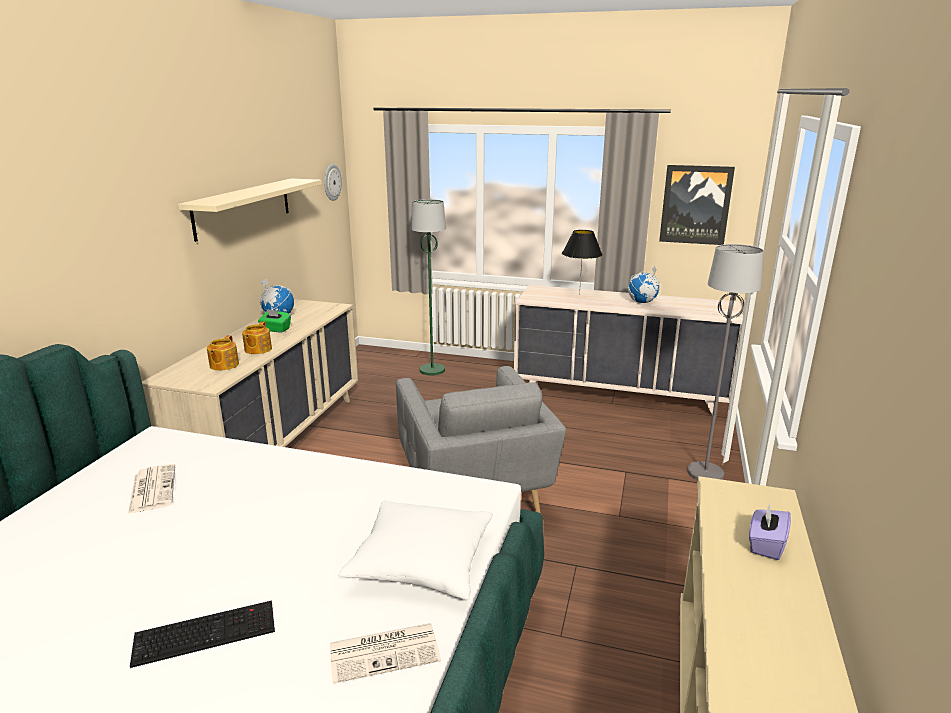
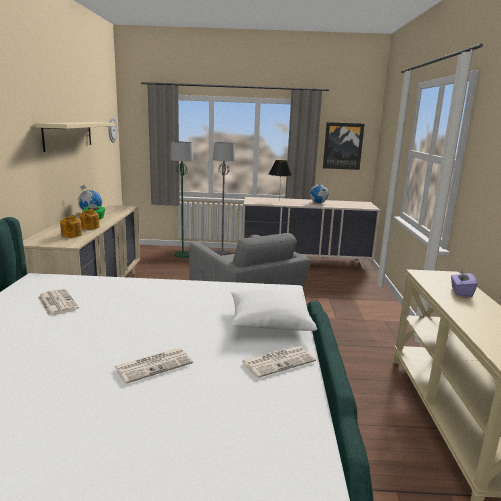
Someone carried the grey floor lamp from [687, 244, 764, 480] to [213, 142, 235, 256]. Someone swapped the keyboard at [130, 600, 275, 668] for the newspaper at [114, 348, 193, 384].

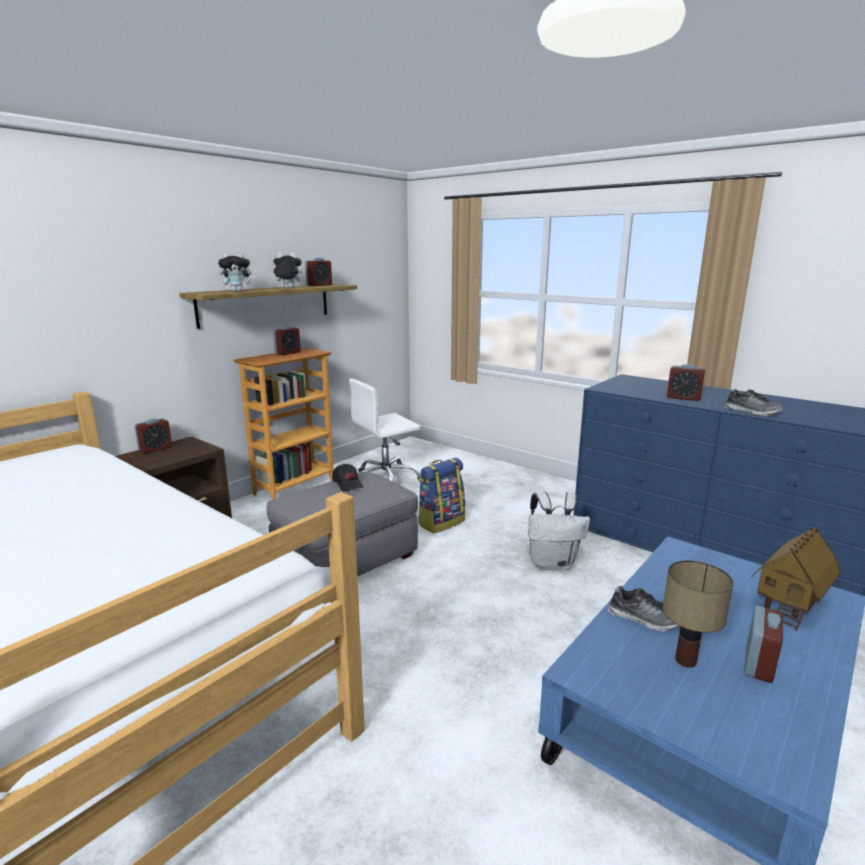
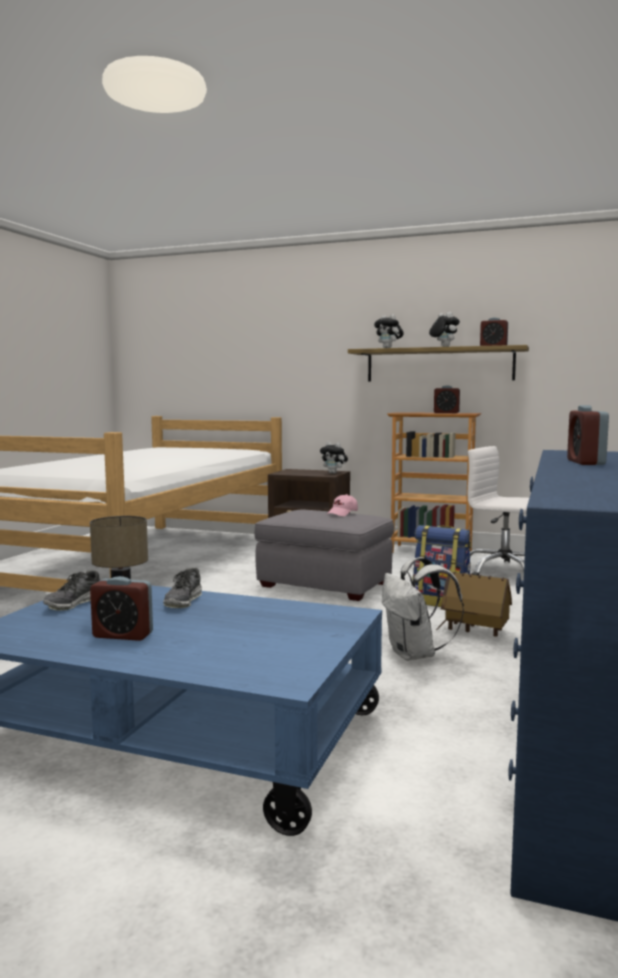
Someone took away the alarm clock at [134, 418, 172, 454]. Someone put down the plush toy at [320, 442, 348, 473]. Someone carried the shoe from [724, 389, 783, 416] to [43, 570, 100, 611]. Someone carried the toy house from [751, 527, 841, 631] to [436, 572, 512, 637]. Someone repainted the black cap at [332, 464, 363, 492], which became the pink cap at [327, 494, 358, 516].

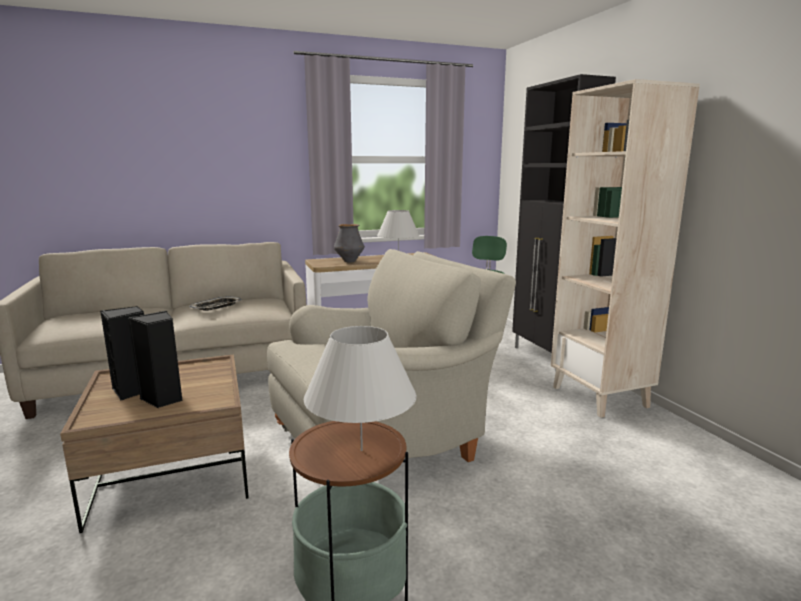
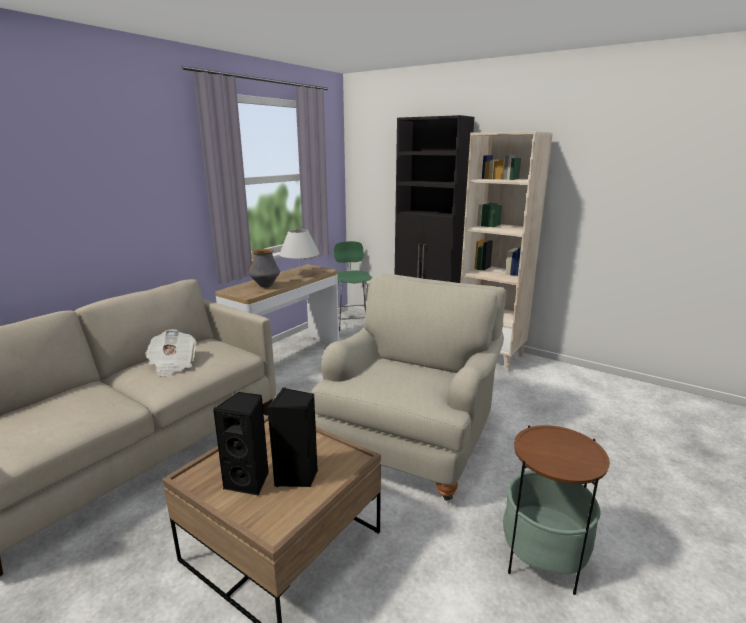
Someone took away the white table lamp at [304, 326, 417, 451]. Someone swapped the tray at [189, 296, 242, 311] for the newspaper at [145, 329, 196, 377].

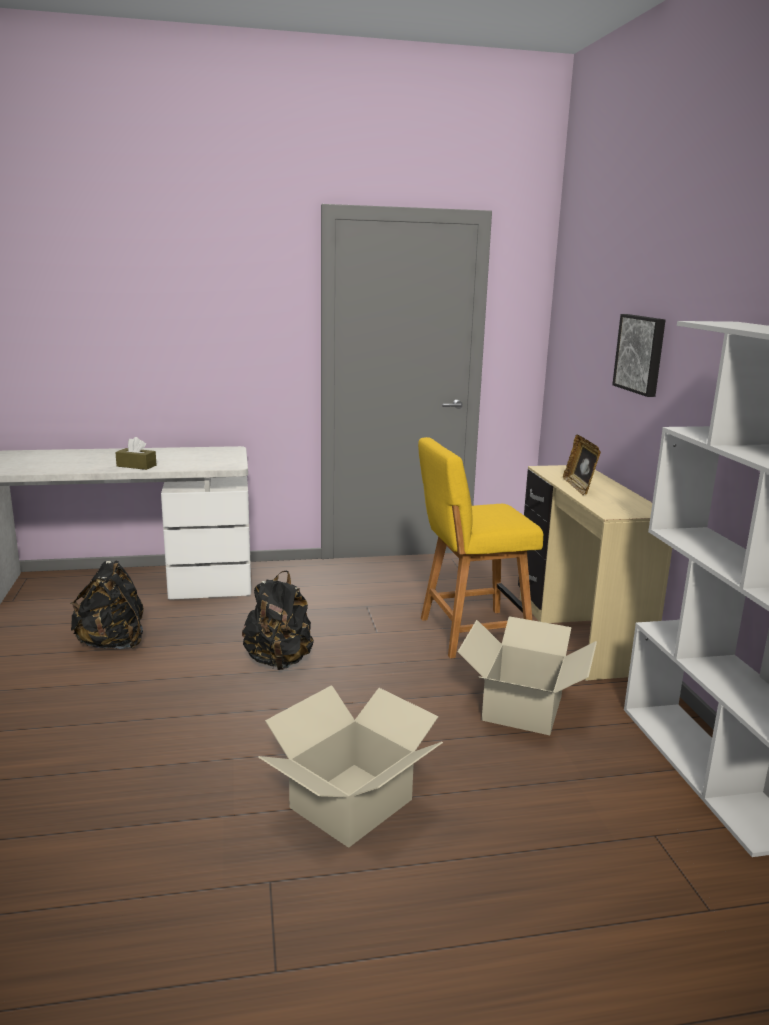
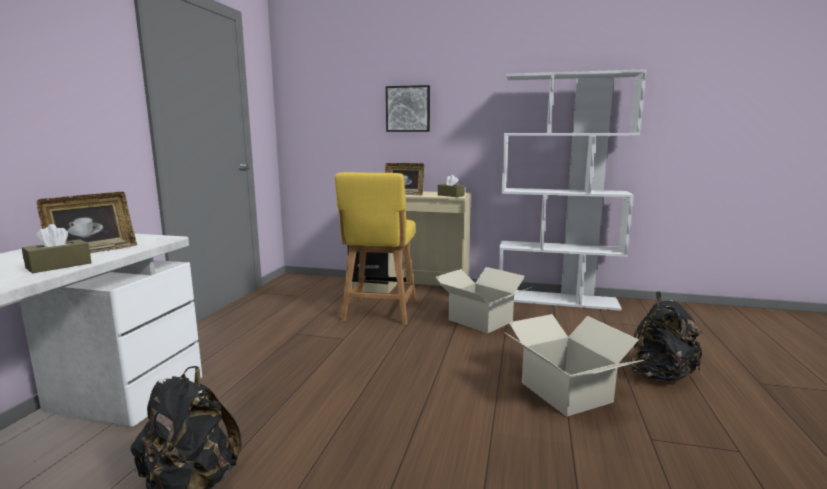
Someone put down the picture frame at [37, 192, 137, 253]. Someone put down the brown tissue box at [438, 175, 465, 197]. Someone carried the black backpack from [242, 571, 314, 670] to [631, 291, 702, 381].

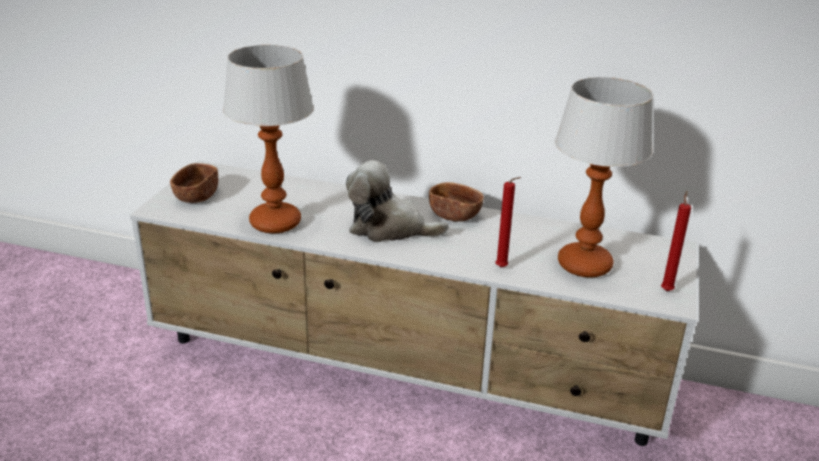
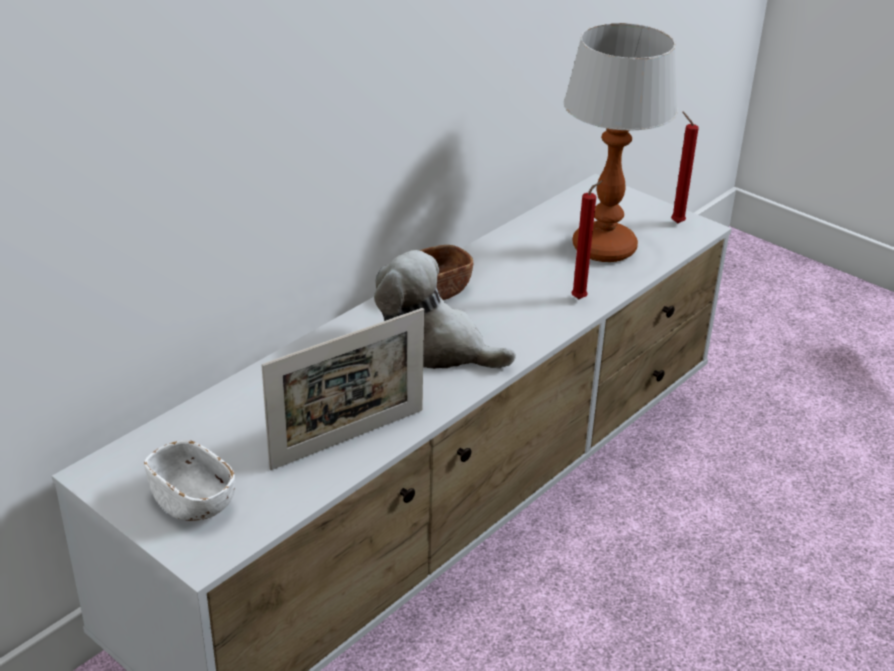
Someone swapped the table lamp at [223, 45, 314, 233] for the picture frame at [261, 308, 424, 470]. Someone repainted the brown bowl at [170, 163, 218, 203], which became the white bowl at [144, 440, 235, 521]. Someone rotated the plush toy at [346, 160, 449, 242] by 75 degrees clockwise.

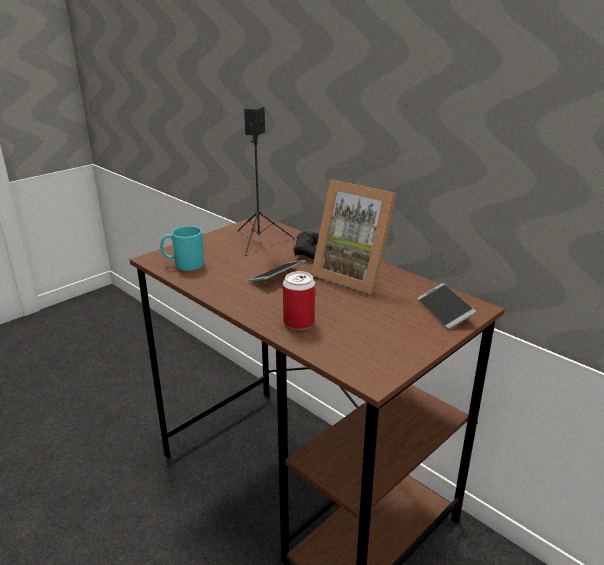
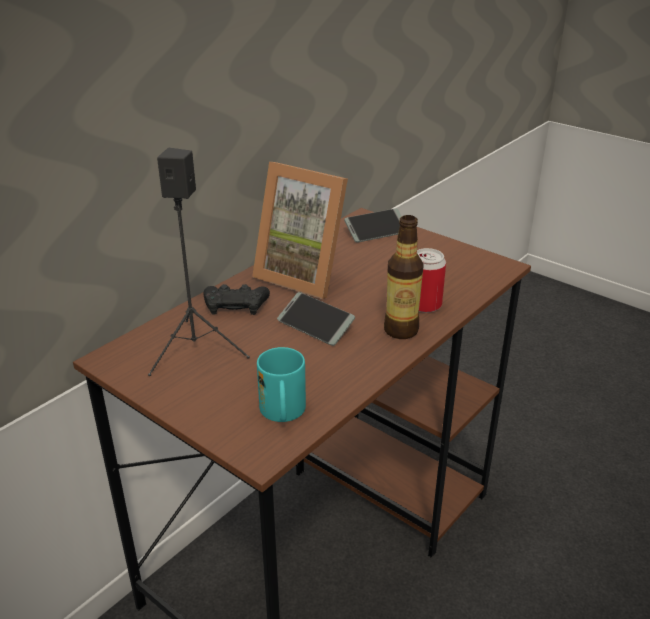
Someone put down the bottle at [384, 215, 424, 339]. Someone rotated the picture frame at [311, 179, 397, 294] by 90 degrees clockwise.

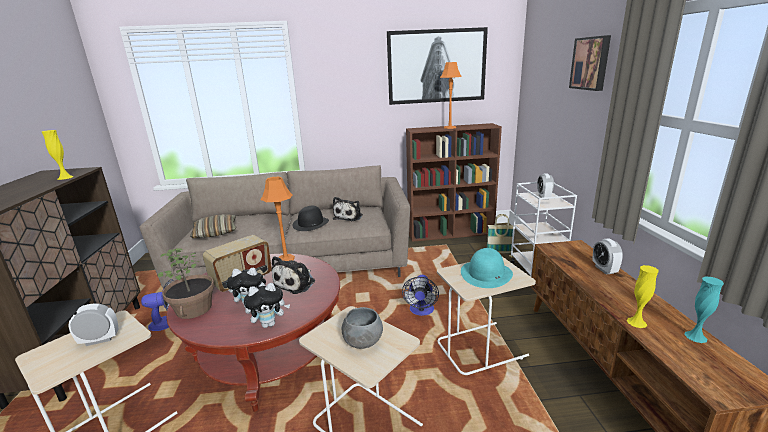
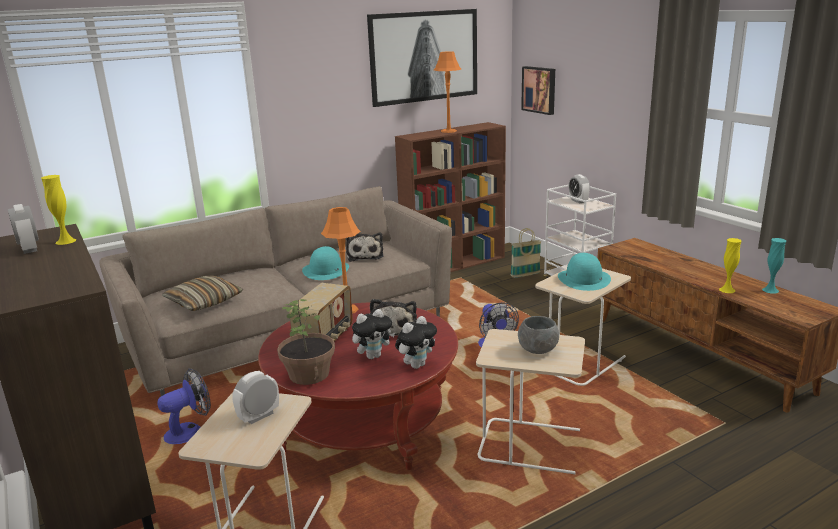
Someone carried the picture from [569, 35, 611, 91] to [521, 66, 555, 115]. Someone carried the alarm clock from [592, 239, 623, 274] to [8, 204, 39, 254]. Someone repainted the black hat at [292, 206, 329, 231], which became the turquoise hat at [302, 246, 349, 280].

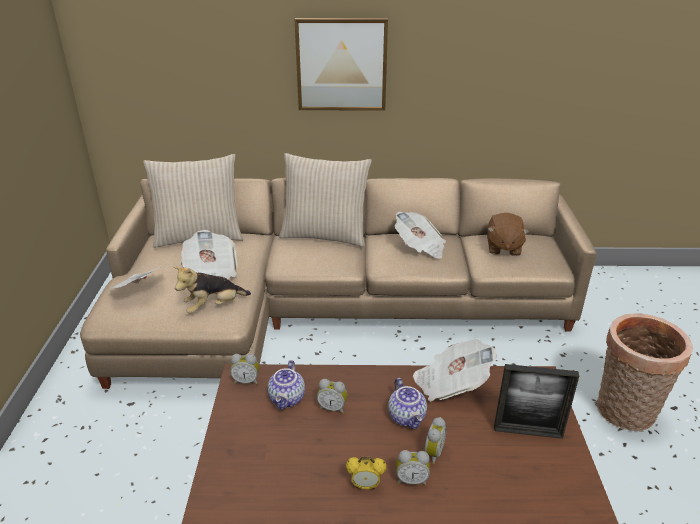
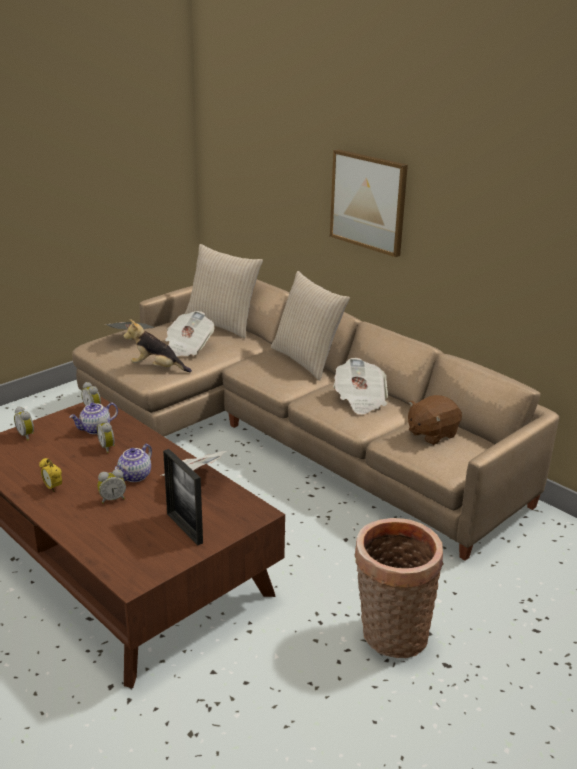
Someone carried the alarm clock from [396, 450, 430, 485] to [14, 406, 34, 441].

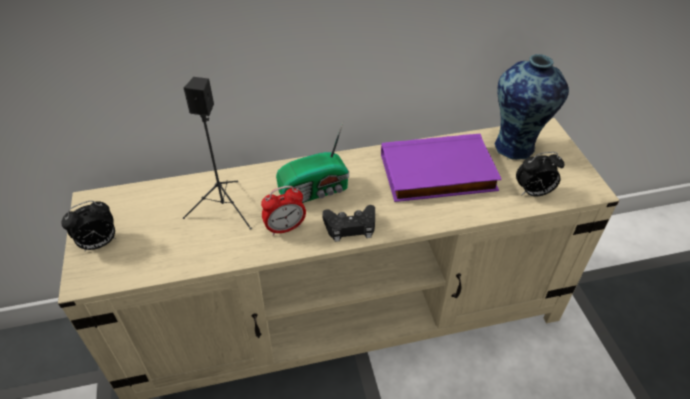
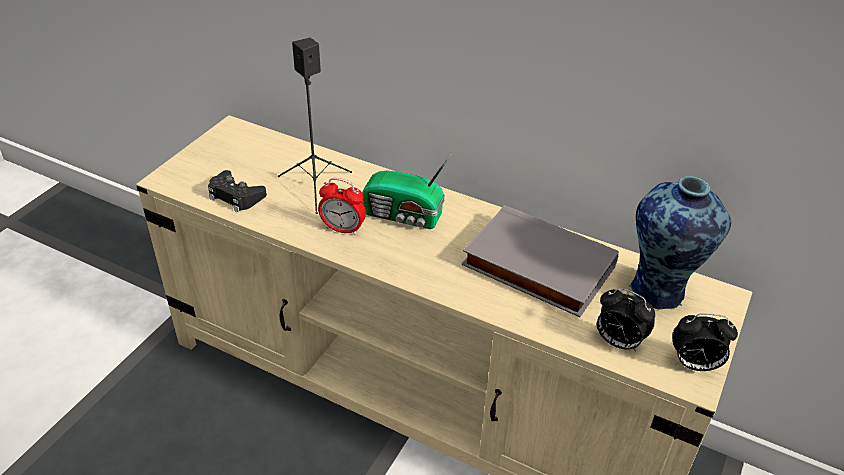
Someone carried the alarm clock from [61, 201, 116, 251] to [672, 313, 738, 371]. Someone carried the black game controller from [322, 205, 375, 242] to [208, 170, 267, 212]. Someone repainted the purple book at [381, 134, 502, 202], which became the grey book at [462, 205, 619, 317].

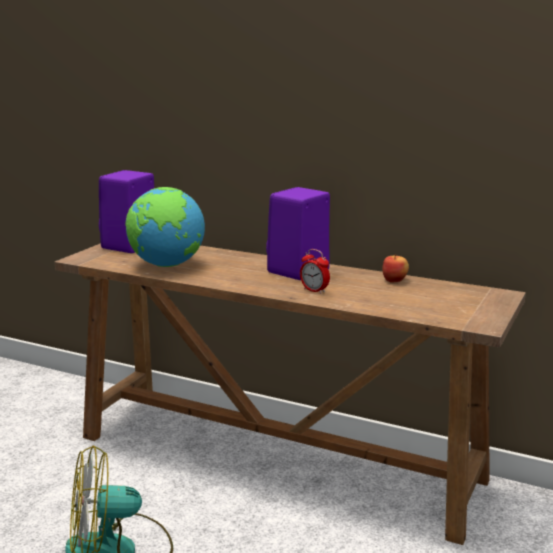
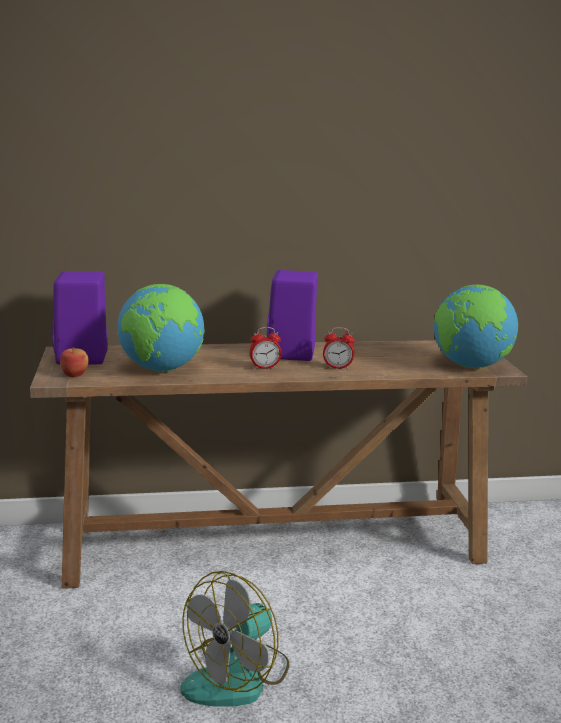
Someone put down the alarm clock at [249, 327, 282, 369]. Someone put down the globe at [434, 285, 518, 368]. Someone carried the apple from [382, 254, 409, 283] to [60, 347, 89, 377].

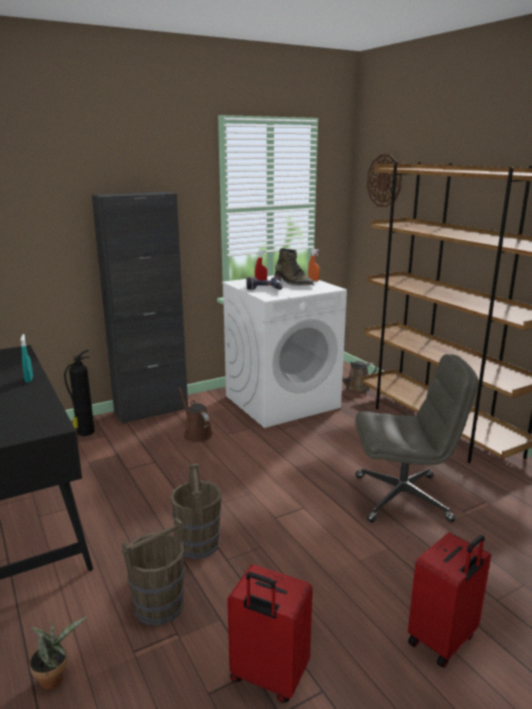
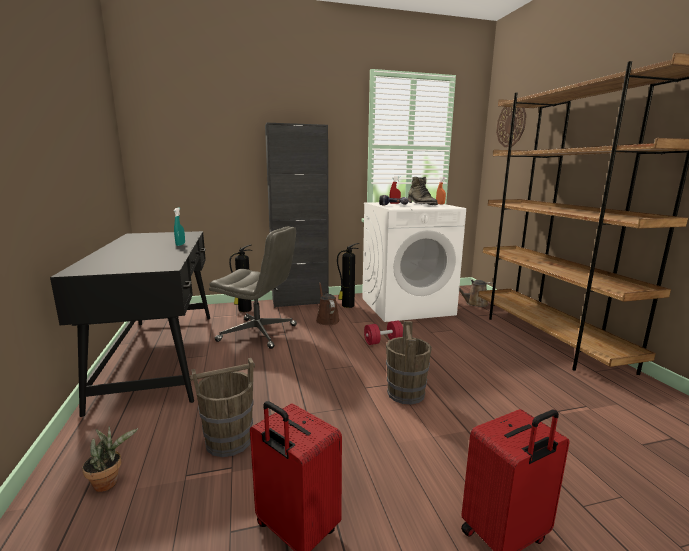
Someone put down the fire extinguisher at [337, 243, 359, 308]. Someone put down the red dumbbell at [364, 321, 403, 345]. Someone carried the brown bucket from [170, 464, 222, 559] to [386, 321, 432, 404]. Someone carried the grey office chair from [355, 354, 478, 522] to [209, 226, 297, 349].

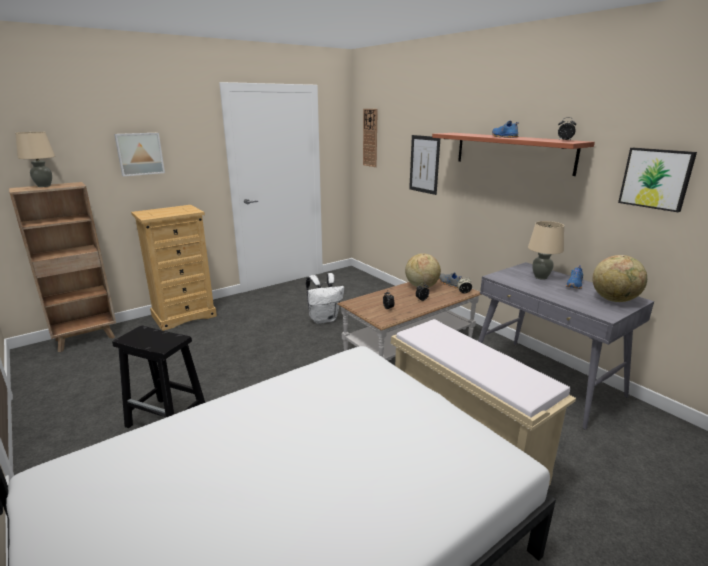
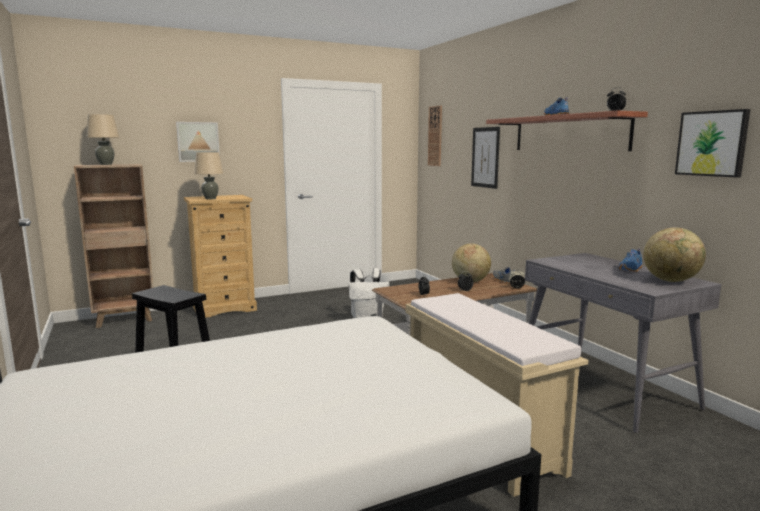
Someone carried the beige table lamp from [528, 221, 564, 280] to [194, 152, 223, 199].

